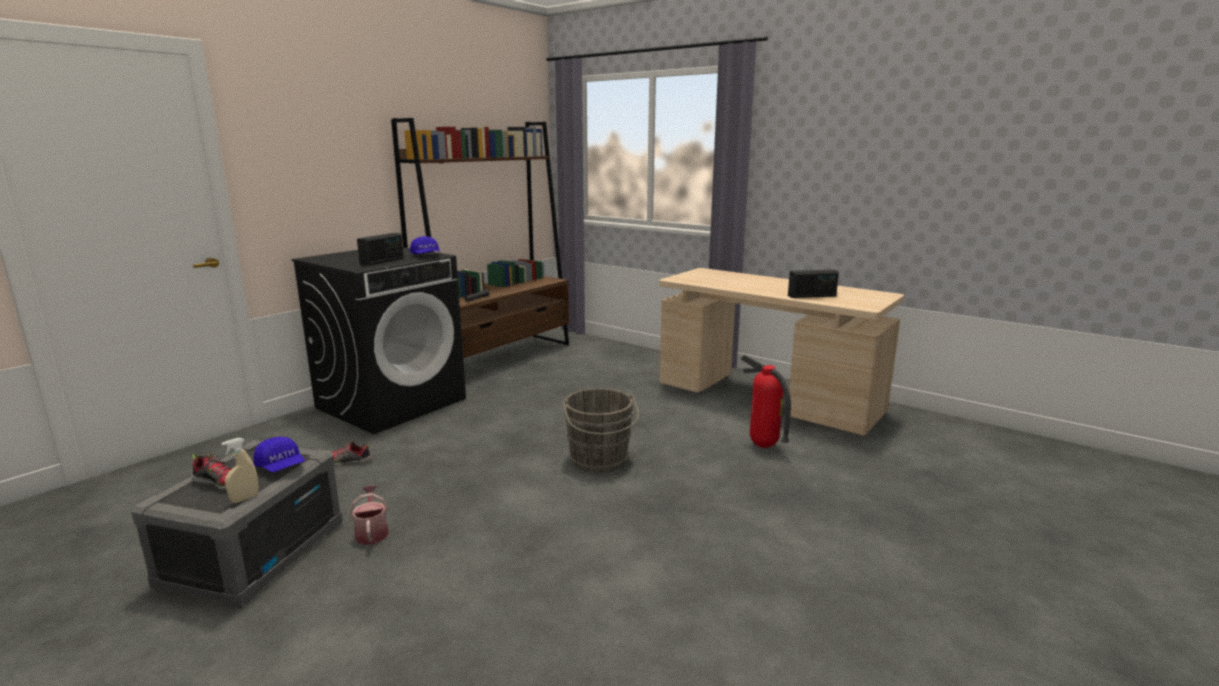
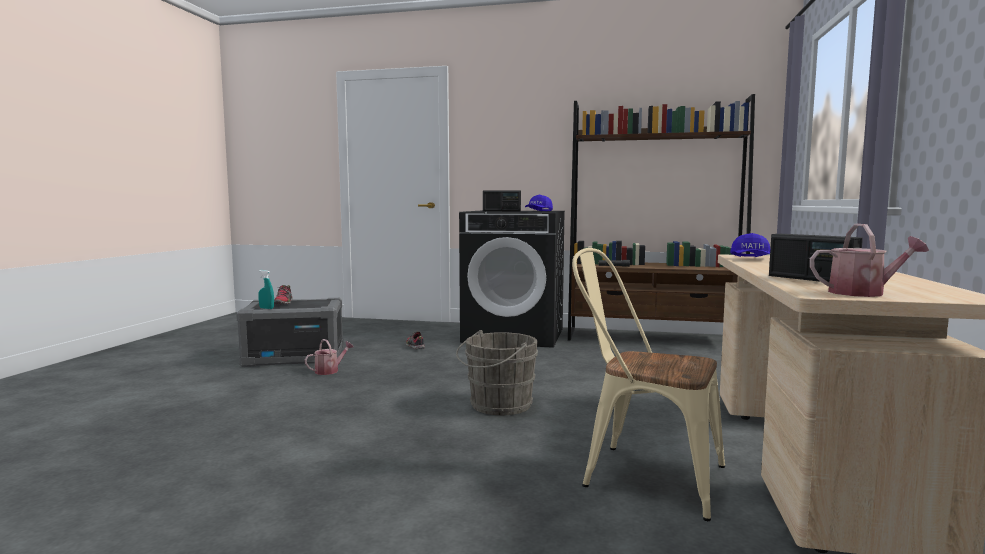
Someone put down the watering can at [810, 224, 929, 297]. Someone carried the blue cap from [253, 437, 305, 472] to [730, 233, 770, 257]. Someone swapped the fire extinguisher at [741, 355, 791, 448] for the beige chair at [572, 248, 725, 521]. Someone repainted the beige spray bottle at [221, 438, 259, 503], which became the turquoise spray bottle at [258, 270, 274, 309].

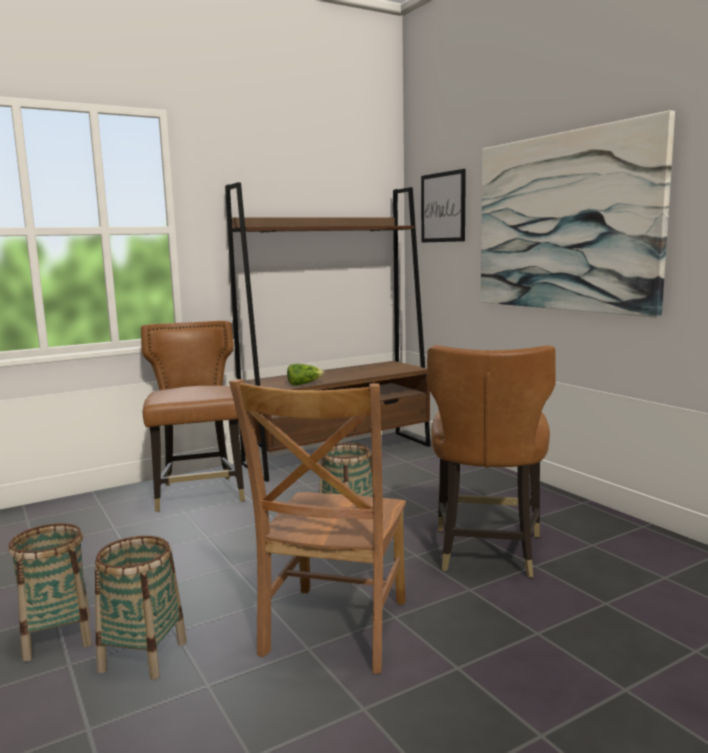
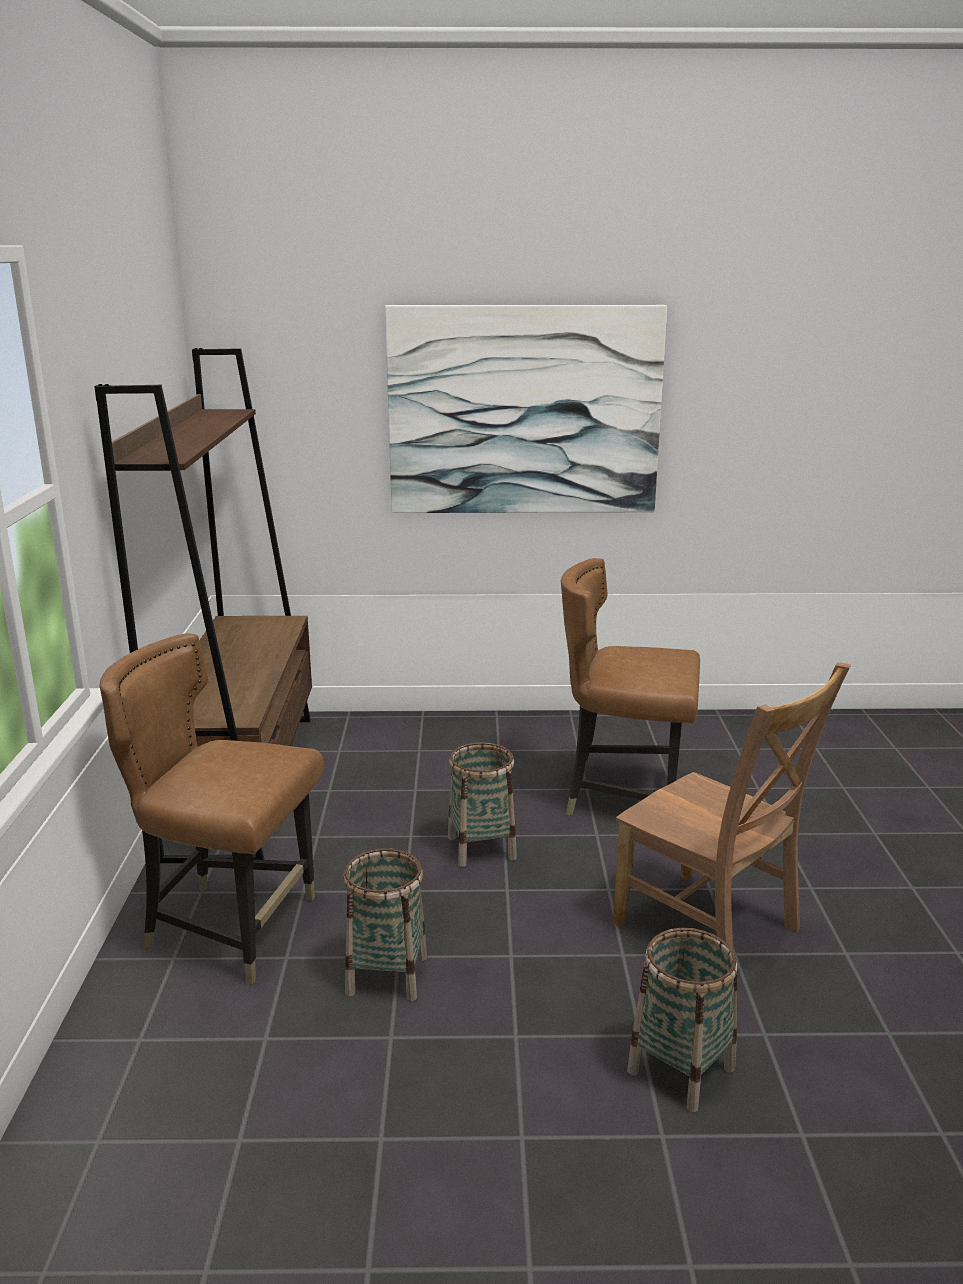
Someone took away the lettuce at [287, 364, 325, 386]. Someone took away the picture at [421, 169, 466, 243]. Someone carried the basket from [8, 523, 92, 662] to [343, 848, 428, 1001]. Someone rotated the brown chair at [427, 345, 556, 578] by 150 degrees clockwise.

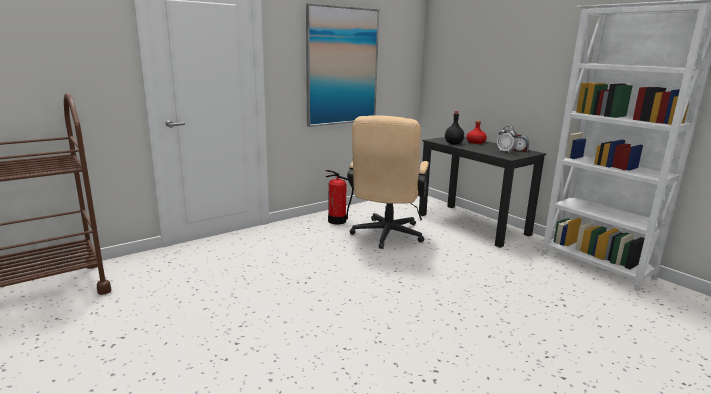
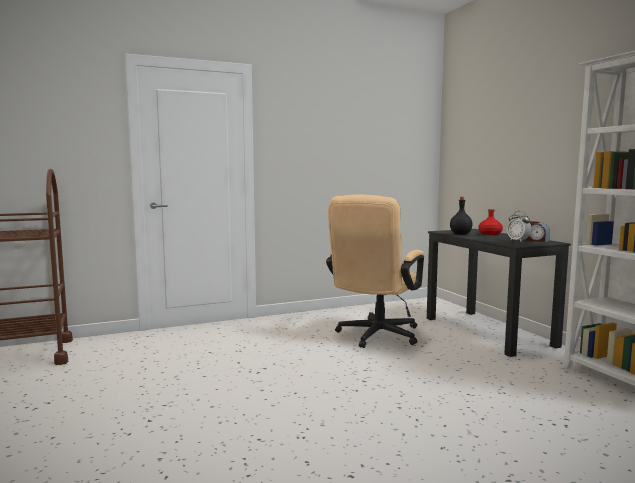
Someone took away the picture at [306, 3, 379, 127]. Someone took away the fire extinguisher at [326, 170, 353, 225].

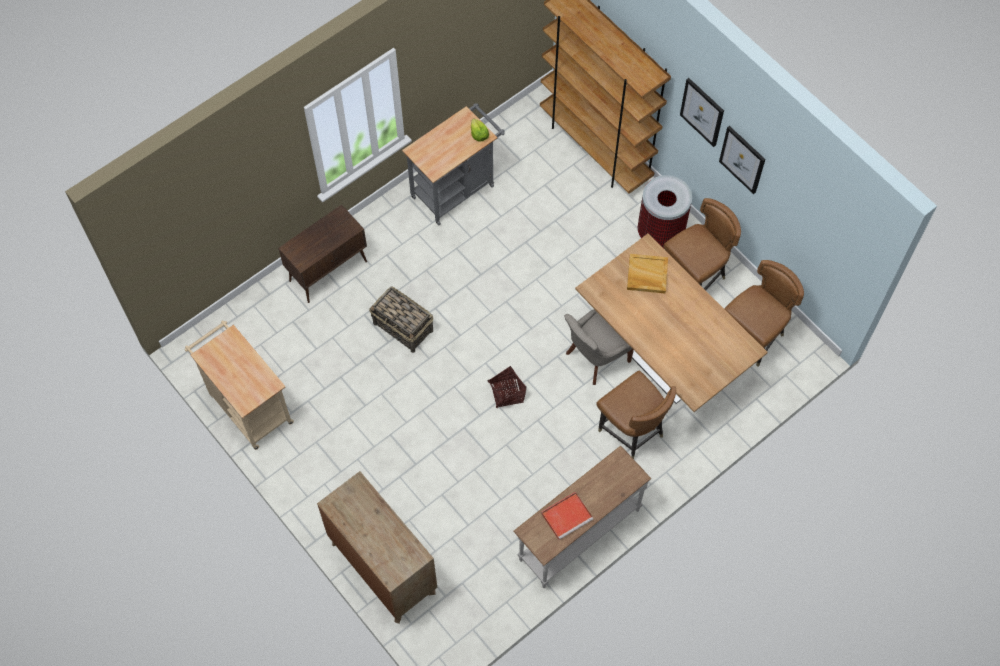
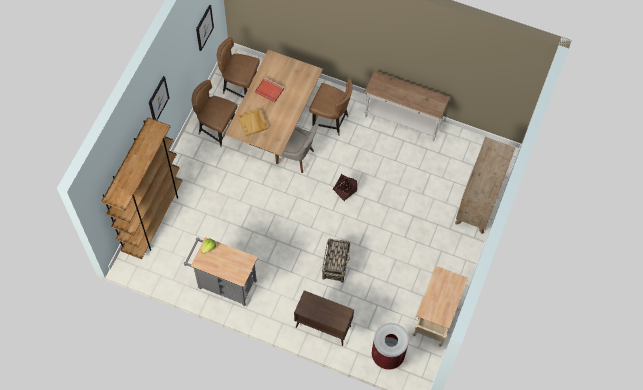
Someone carried the red tray from [541, 492, 593, 540] to [255, 78, 284, 103]. Someone carried the trash can from [638, 175, 692, 249] to [372, 323, 409, 370]. Someone carried the picture from [719, 126, 765, 194] to [196, 5, 214, 51]. Someone rotated the brown chair at [596, 370, 676, 459] by 90 degrees clockwise.

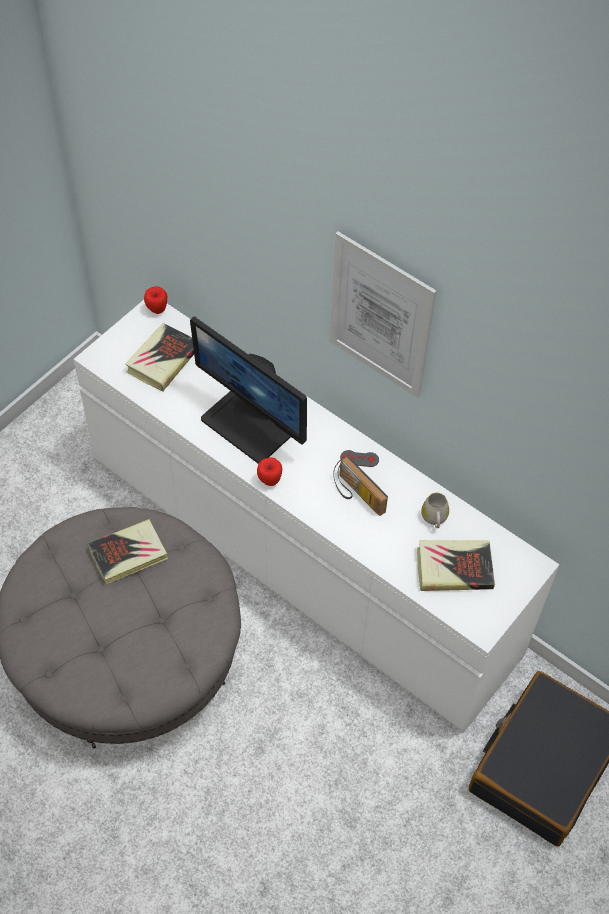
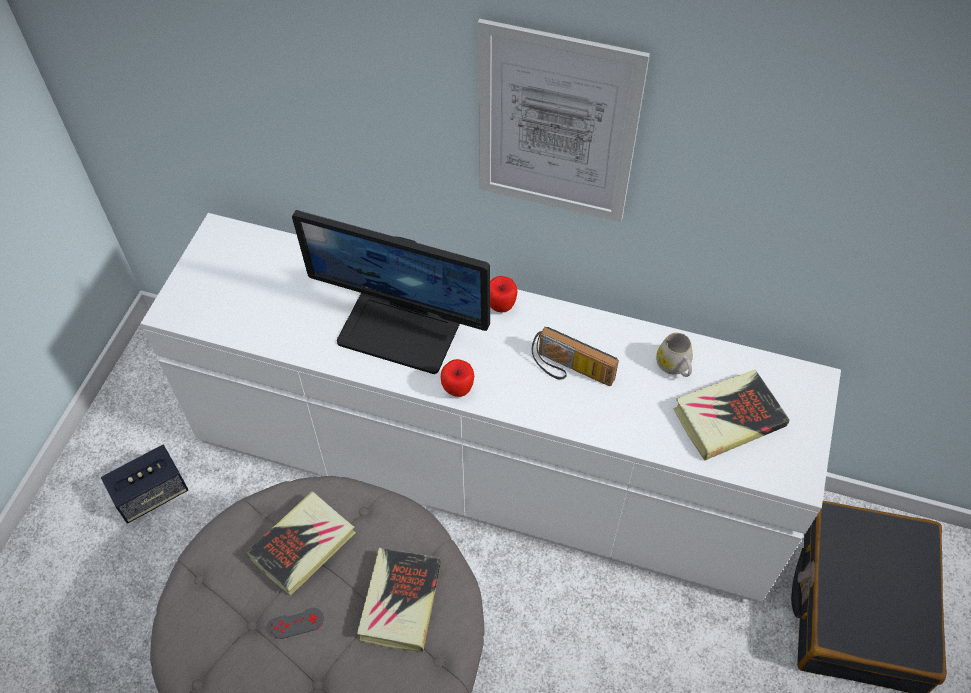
Someone put down the speaker at [101, 445, 189, 523]. Someone carried the book from [125, 323, 194, 391] to [357, 548, 441, 652]. Someone carried the apple from [144, 286, 167, 314] to [490, 276, 518, 313]. Someone carried the grey game controller from [340, 450, 379, 467] to [270, 608, 324, 639].

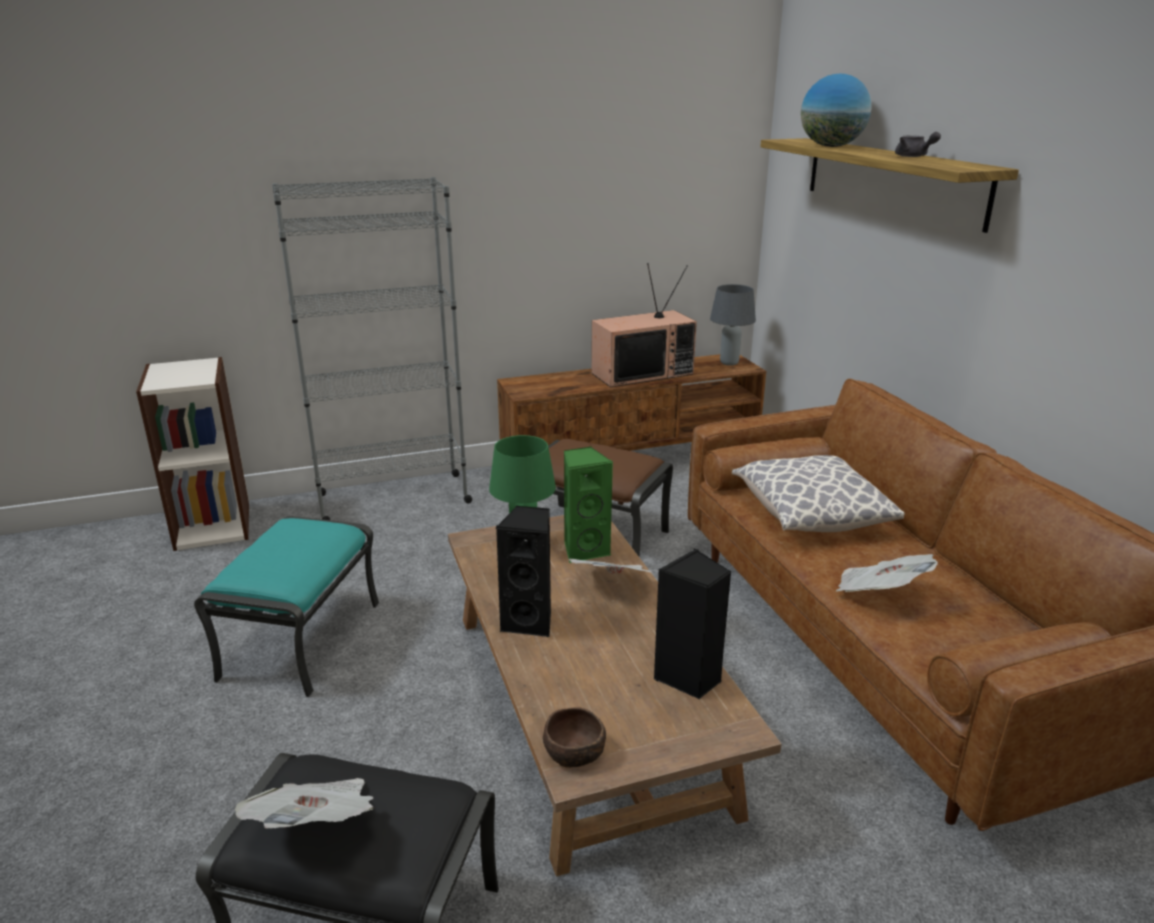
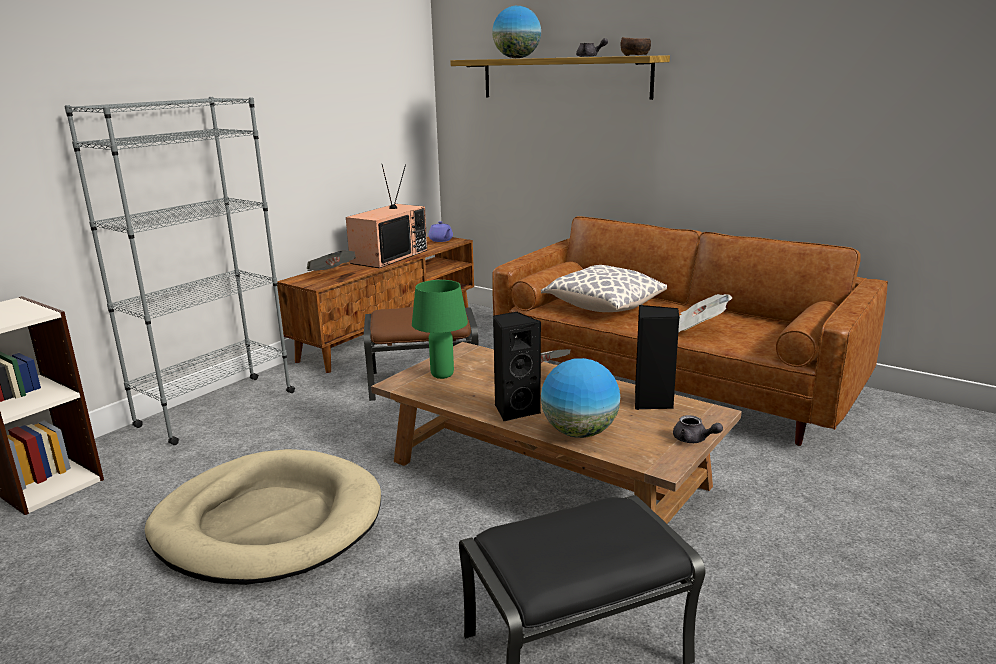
Someone took away the green speaker at [564, 446, 613, 563]. Someone put down the globe at [541, 358, 620, 438]. Someone put down the grey teapot at [673, 415, 723, 443]. Someone carried the newspaper from [235, 778, 374, 828] to [307, 250, 356, 271]. Someone carried the brown bowl from [543, 707, 606, 768] to [620, 37, 651, 56]. Someone swapped the turquoise ottoman at [194, 516, 379, 697] for the beige dog bed at [145, 449, 381, 585]. Someone swapped the grey table lamp at [710, 284, 756, 366] for the purple teapot at [429, 221, 453, 242].

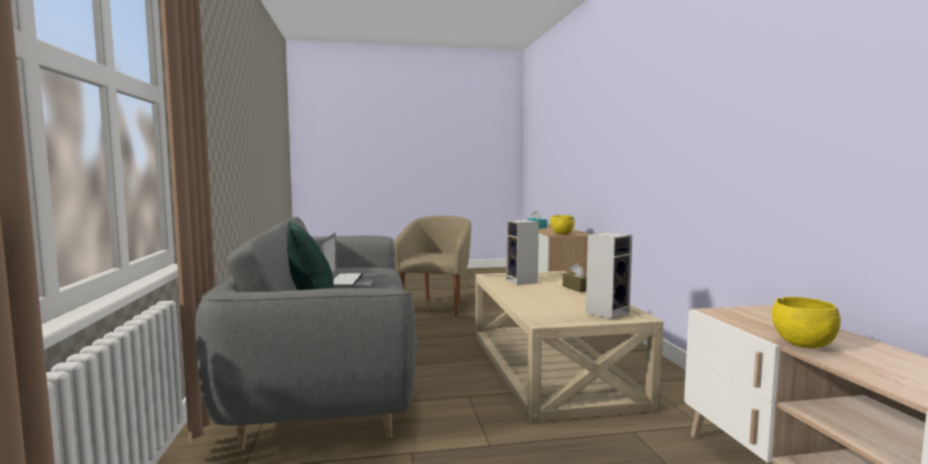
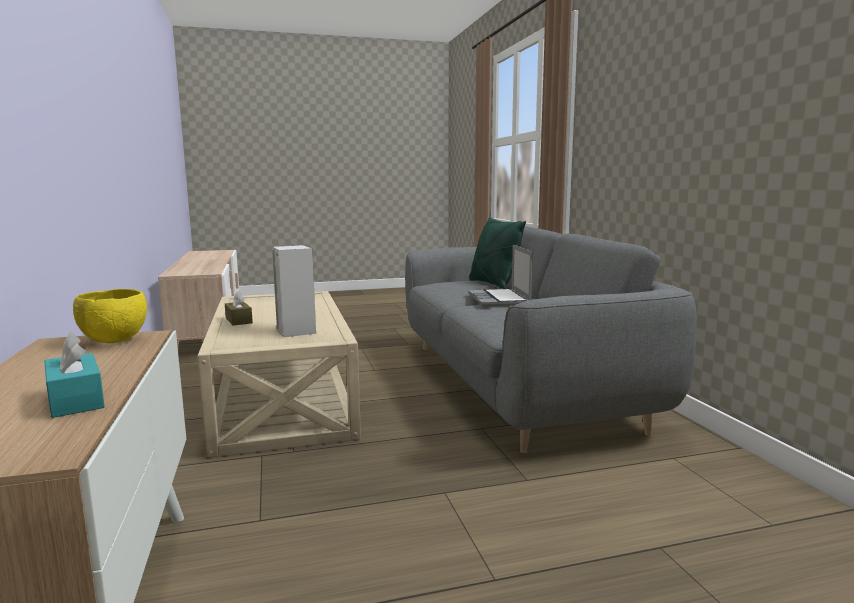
Someone took away the beige armchair at [394, 216, 471, 317]. Someone took away the speaker at [586, 232, 632, 319]. Someone took away the yellow bowl at [772, 297, 841, 348].

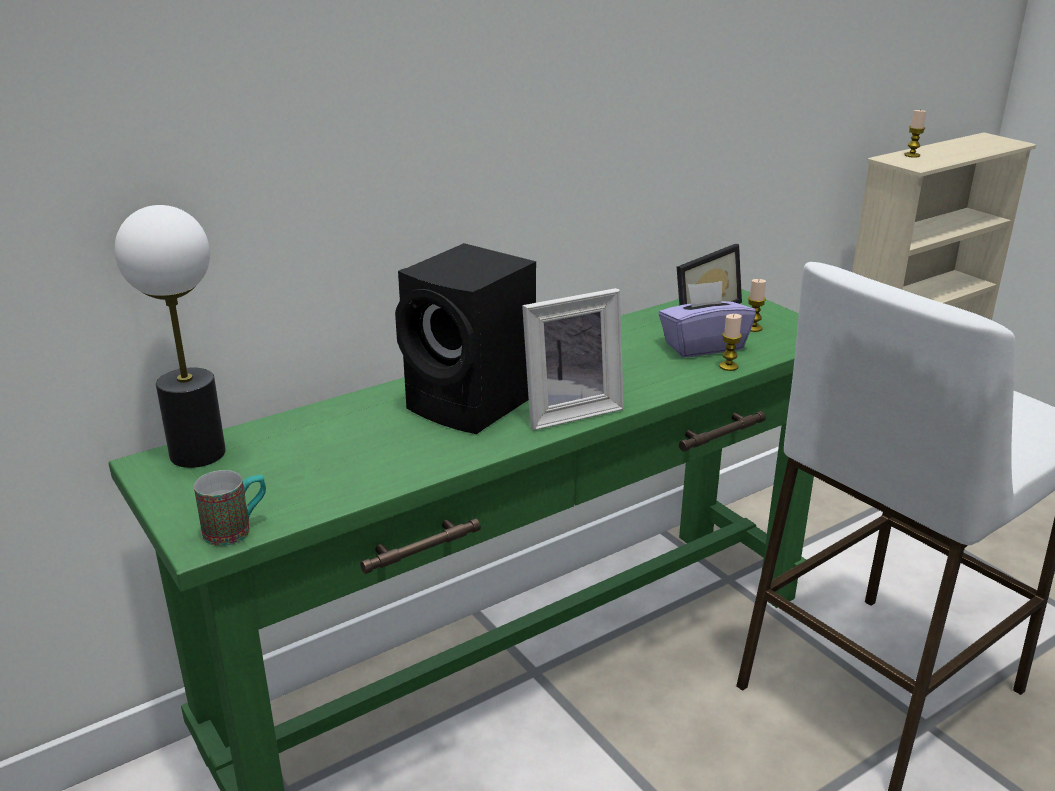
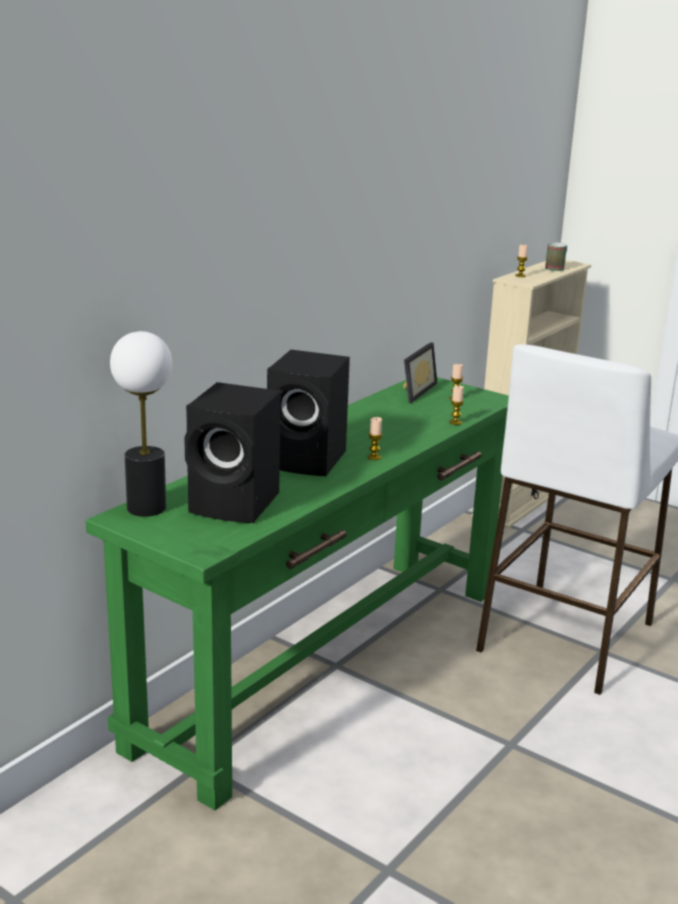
Someone took away the purple tissue box at [659, 281, 756, 358]. Someone put down the black speaker at [184, 382, 281, 523]. Someone carried the mug from [194, 470, 266, 546] to [545, 243, 567, 271]. Someone swapped the picture frame at [522, 288, 624, 430] for the candle at [367, 417, 383, 460].

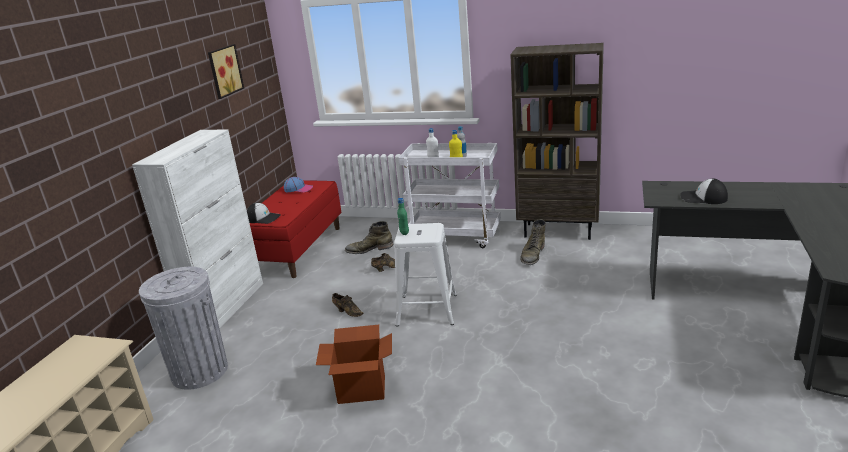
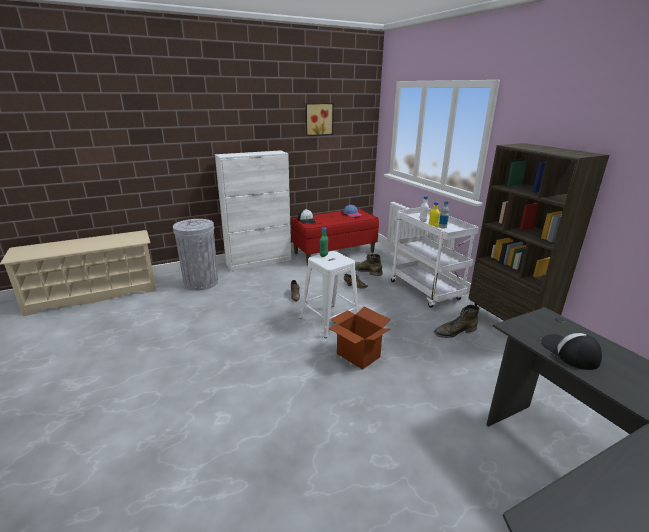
Someone carried the cardboard box from [316, 325, 392, 404] to [328, 307, 391, 370].

